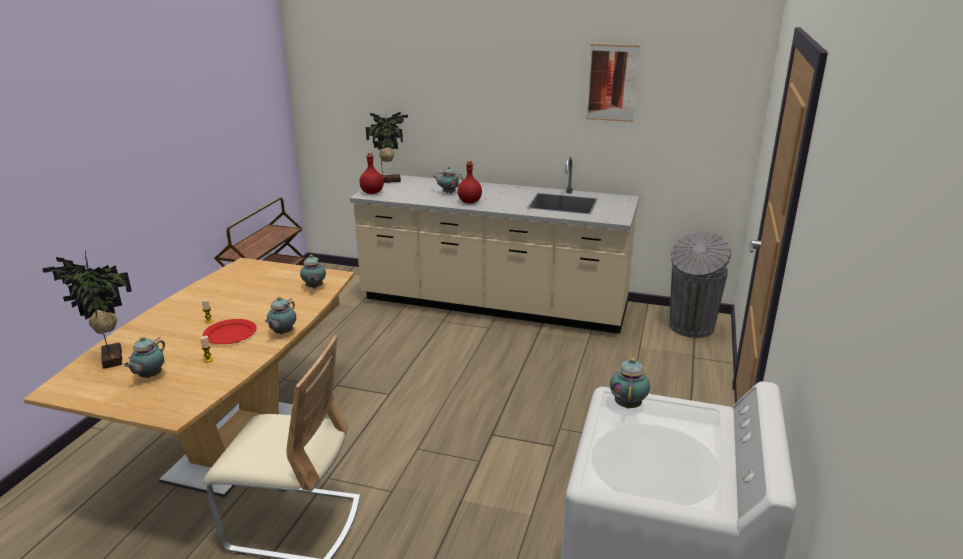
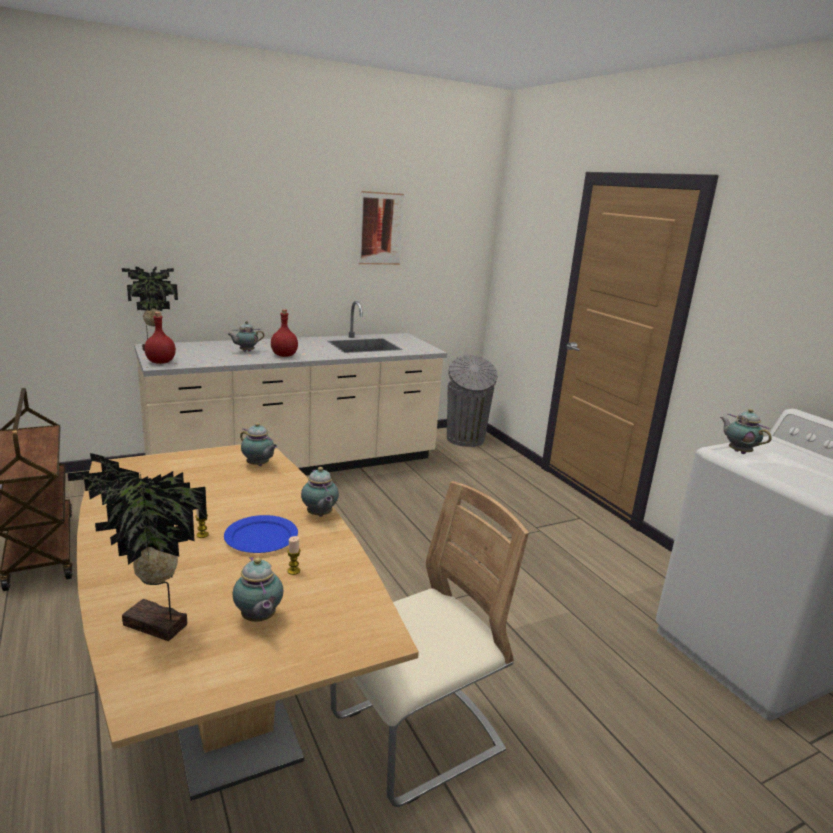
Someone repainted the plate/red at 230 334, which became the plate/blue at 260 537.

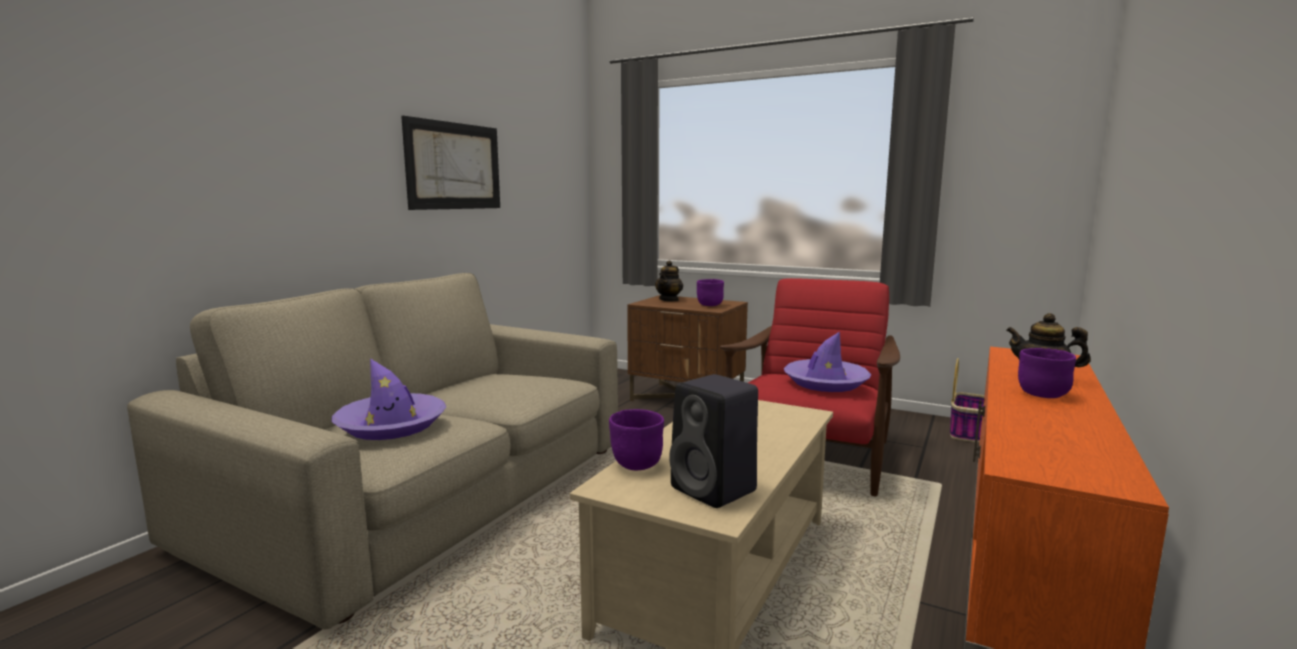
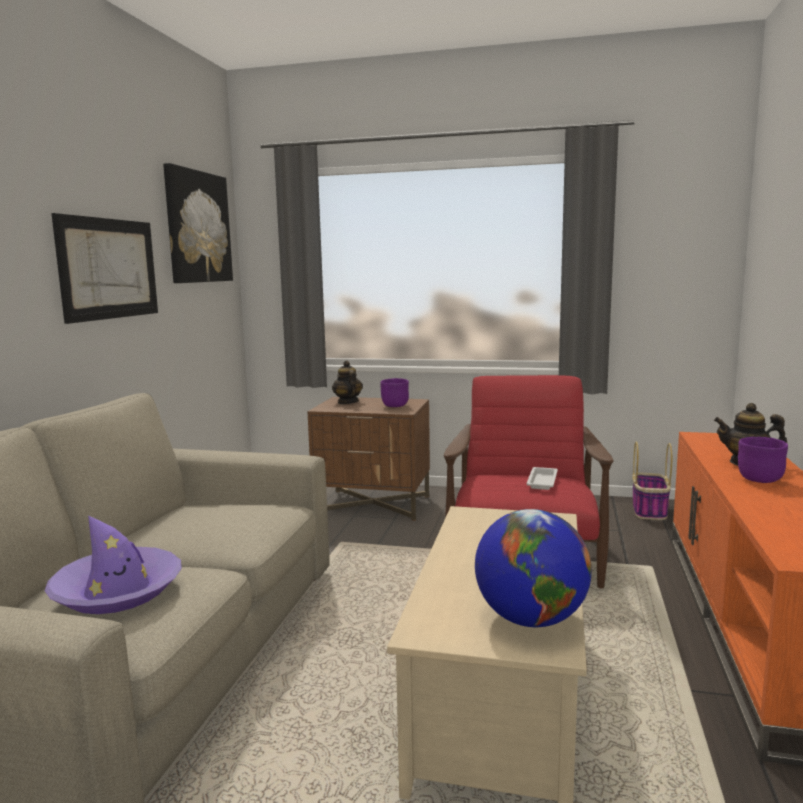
Someone took away the bowl/purple at 636 465.
Someone rotated the teapot at 669 300 by 150 degrees clockwise.
Someone swapped the speaker/black at 716 490 for the globe at 531 619.
Someone swapped the hat/purple at 825 383 for the tray/white at 542 481.
Someone put up the picture at 197 227.

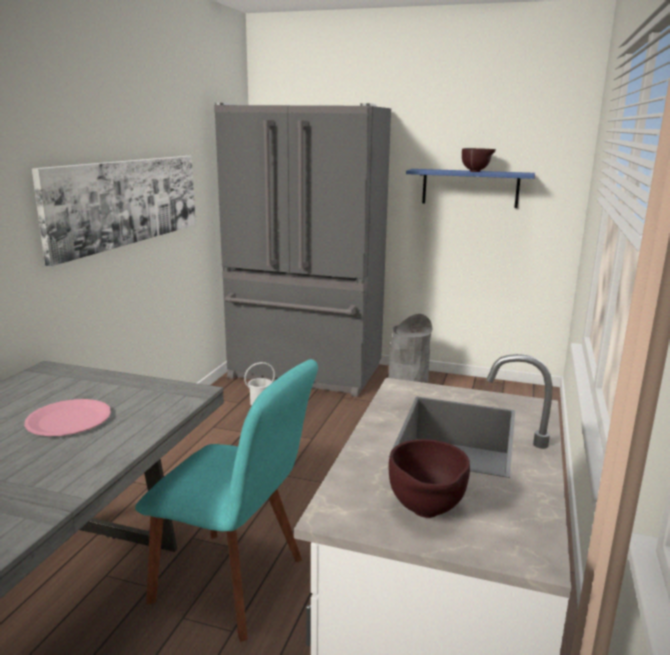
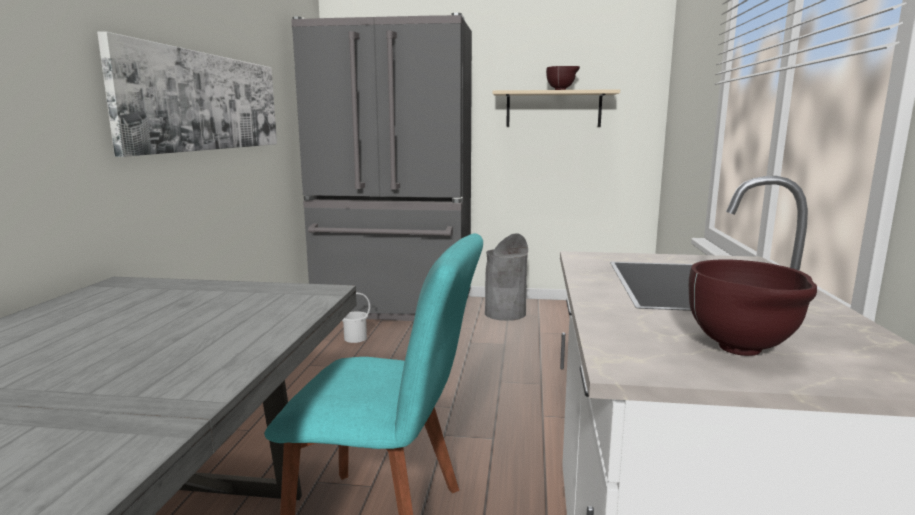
Someone took away the plate/pink at 69 420.
Someone repainted the shelf/blue at 470 188, which became the shelf/beige at 553 109.

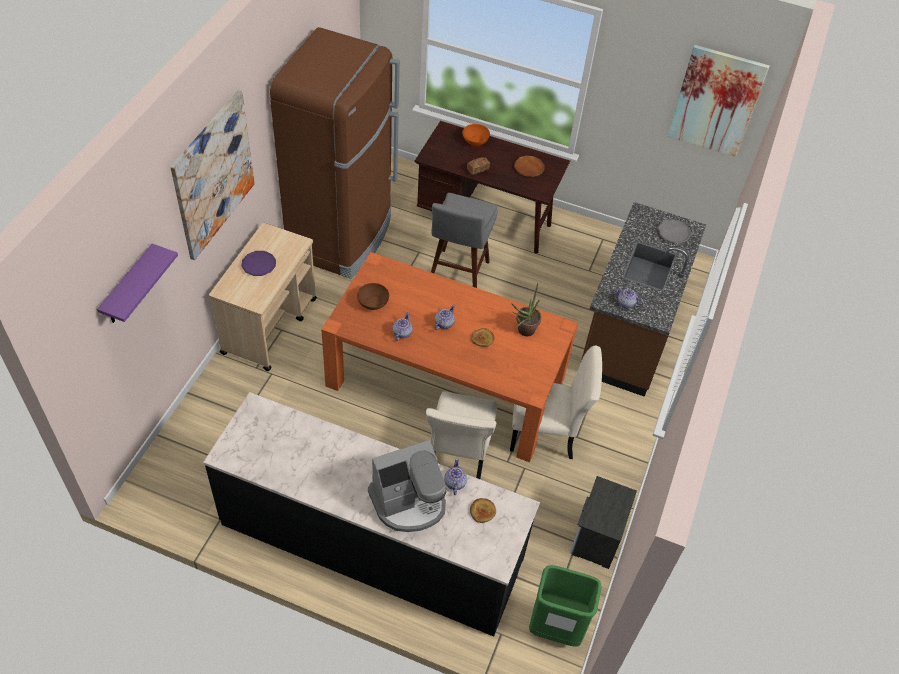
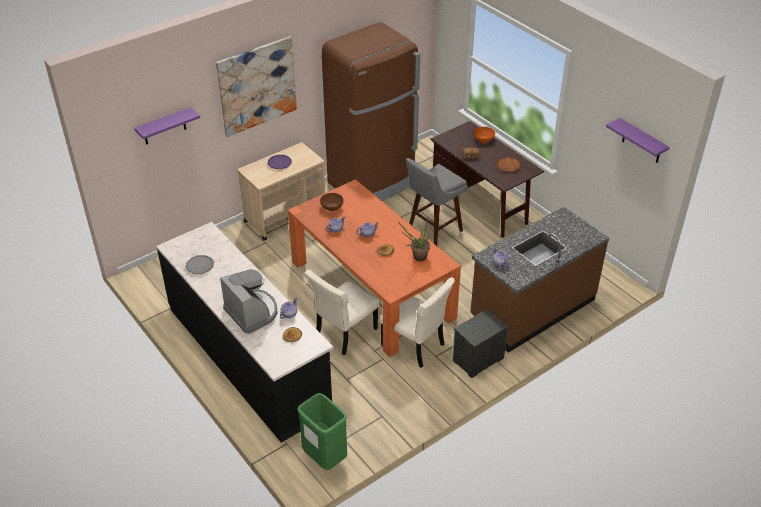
Someone rotated the coffee machine at 409 502 by 135 degrees counterclockwise.
Someone carried the nightstand from 596 538 to 477 359.
Someone carried the plate/grey from 673 233 to 200 266.
Someone swapped the picture at 716 101 for the shelf/purple at 642 141.

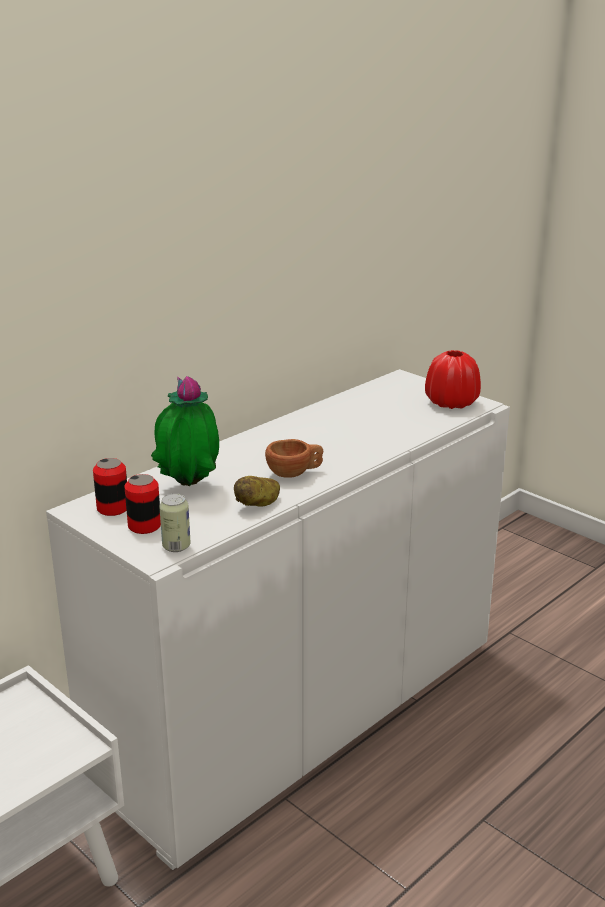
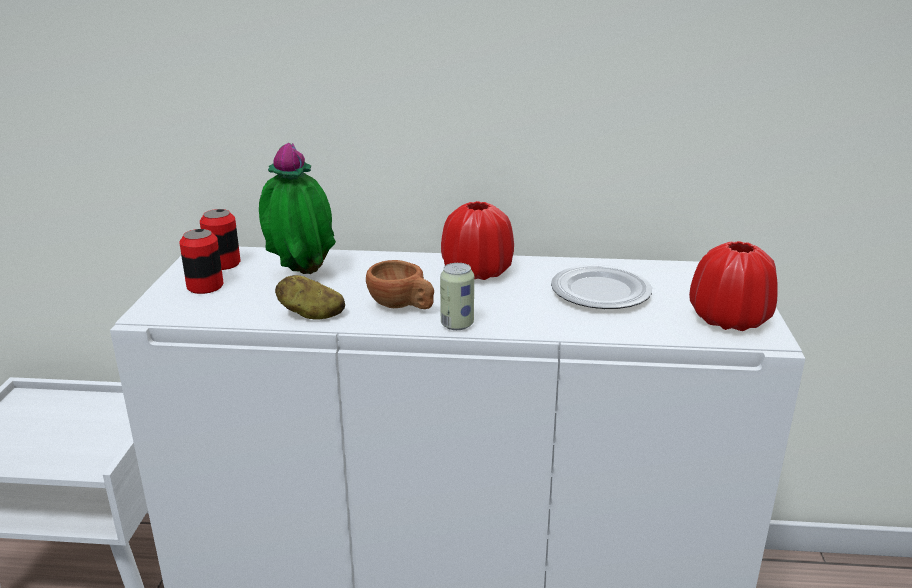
Someone carried the can from 176 546 to 457 324.
Someone put down the vase/red at 477 272.
Someone put down the plate at 599 292.

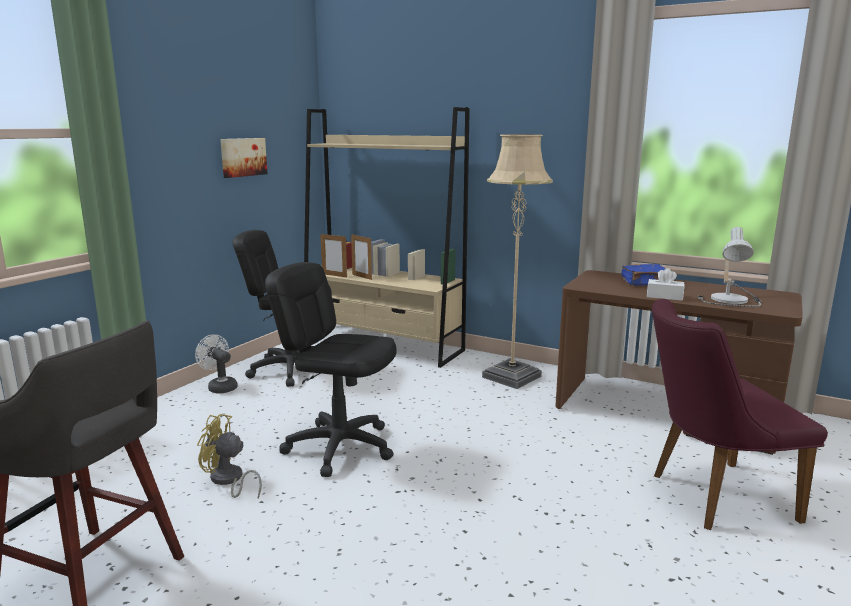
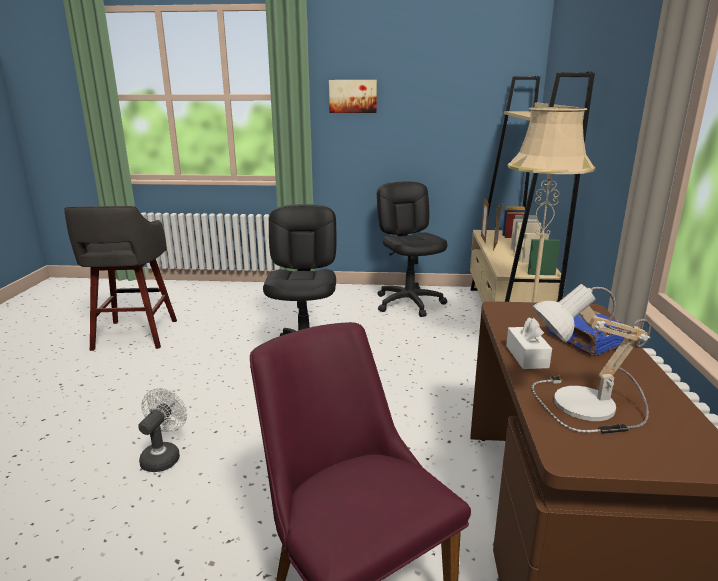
Someone carried the fan/white from 219 387 to 163 456.
Someone took away the fan/yellow at 228 481.
Someone carried the picture from 242 157 to 353 96.

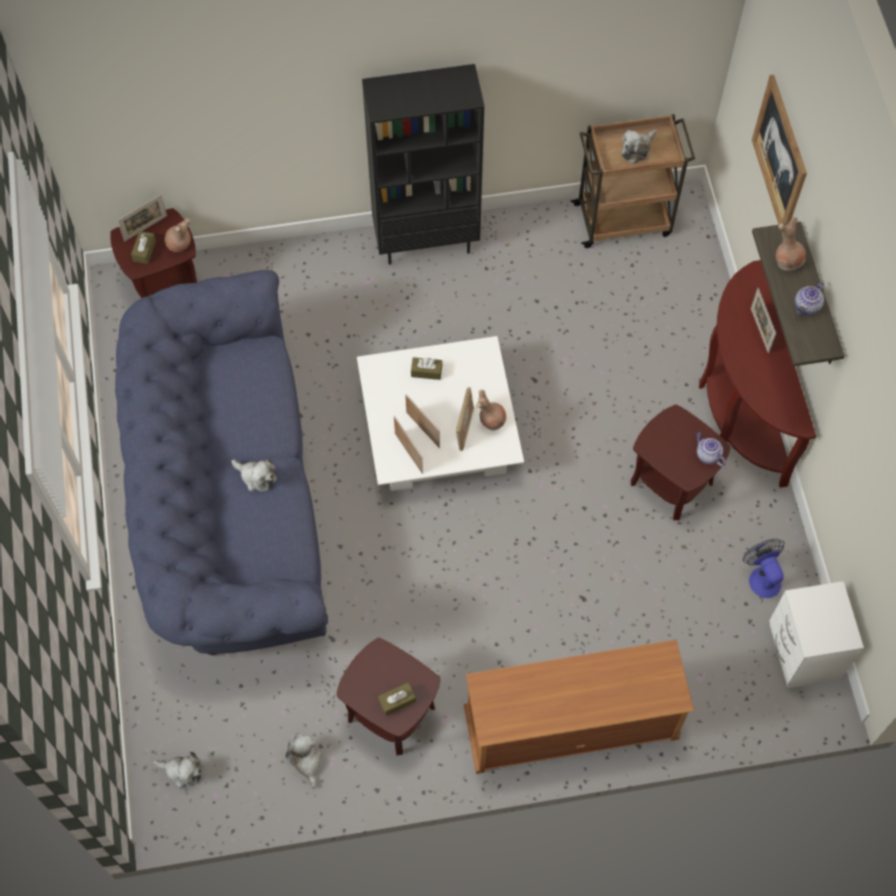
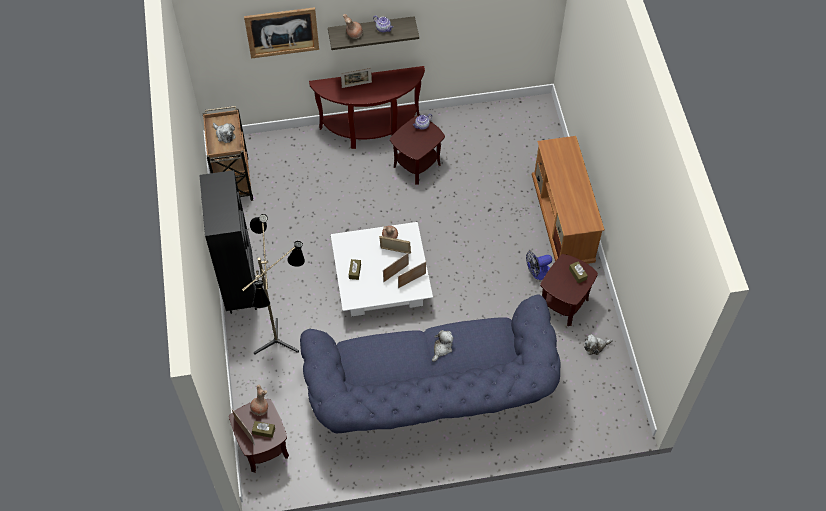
Someone took away the plush toy at 182 771.
Someone carried the fan from 762 576 to 537 273.
Someone took away the nightstand/white at 803 653.
Someone put down the floor lamp at 282 340.

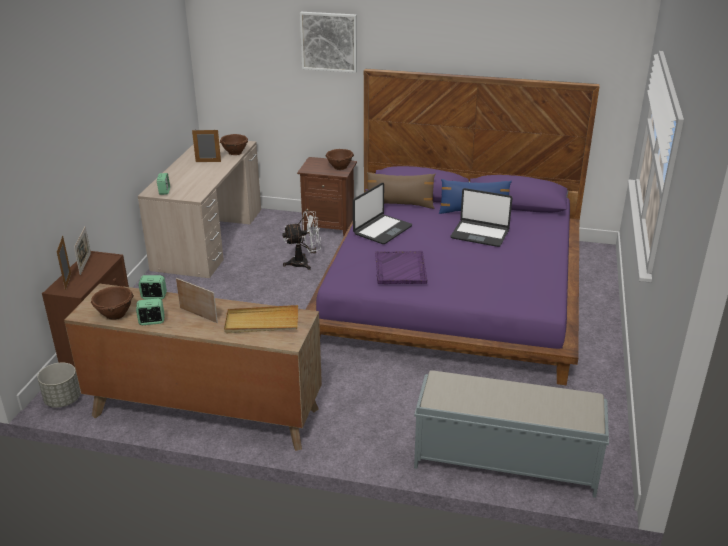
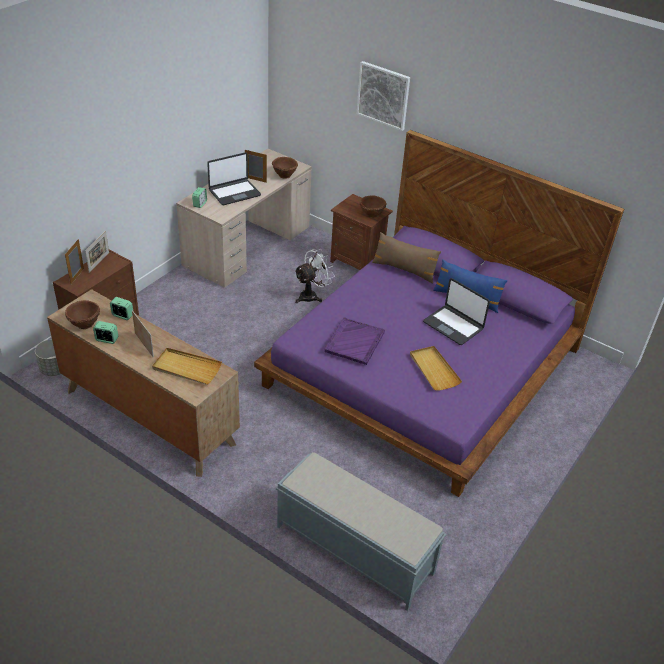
Someone rotated the fan/white at 304 263 by 45 degrees counterclockwise.
Someone carried the laptop from 382 230 to 234 193.
Someone put down the tray/beige at 433 369.

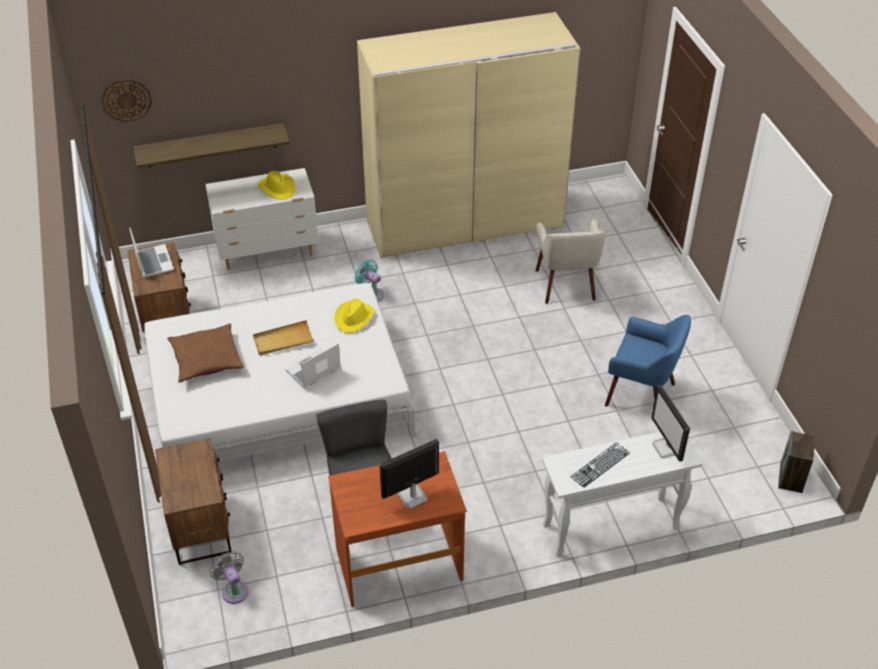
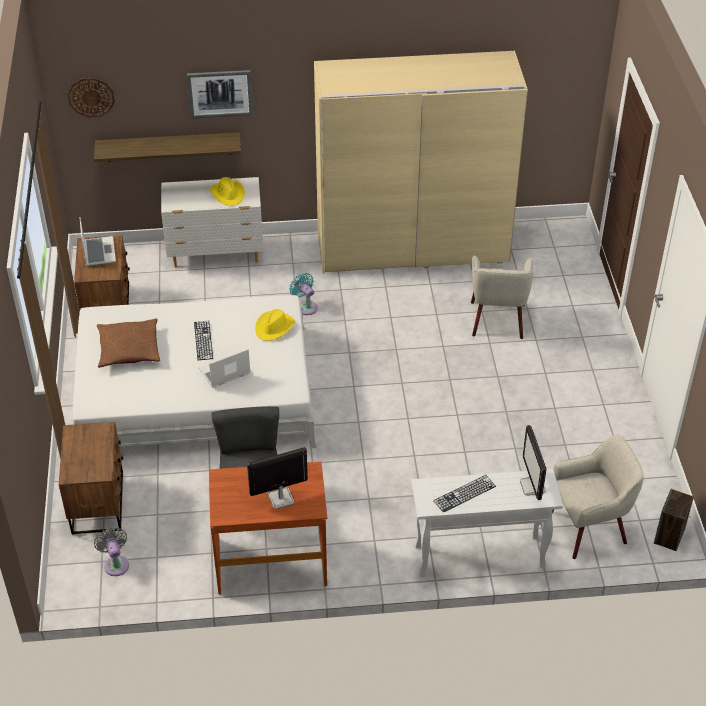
Someone swapped the tray/beige at 283 340 for the keyboard at 203 340.
Someone took away the armchair/blue at 641 394.
Someone put up the picture at 220 93.
Someone put down the armchair/beige at 589 528.

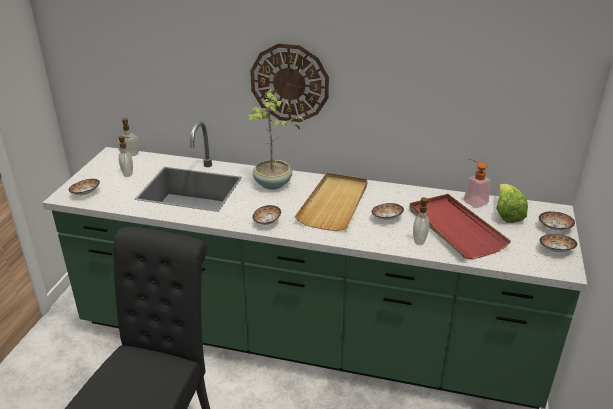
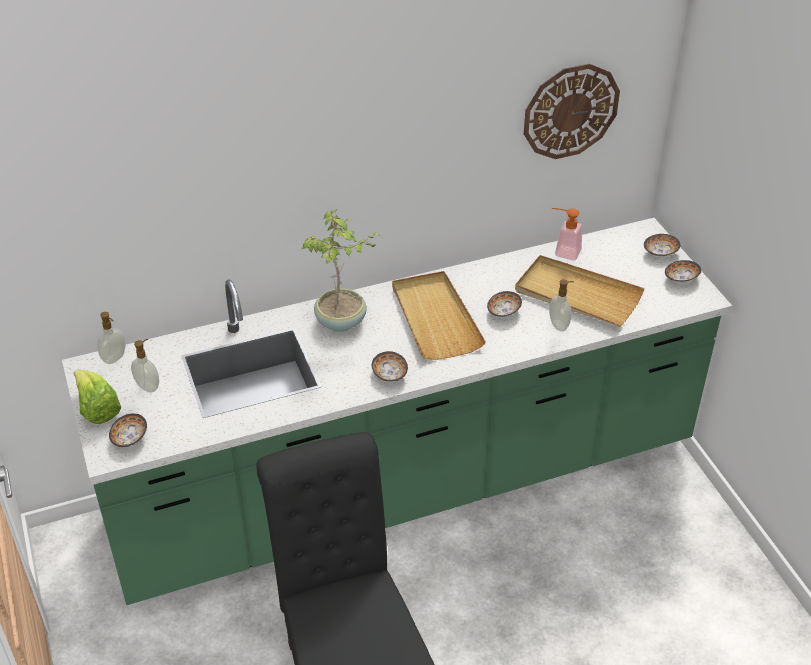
Someone carried the wall clock from 289 83 to 570 111.
Someone repainted the tray/red at 455 228, which became the tray/beige at 577 295.
Someone carried the lettuce from 507 214 to 97 409.

